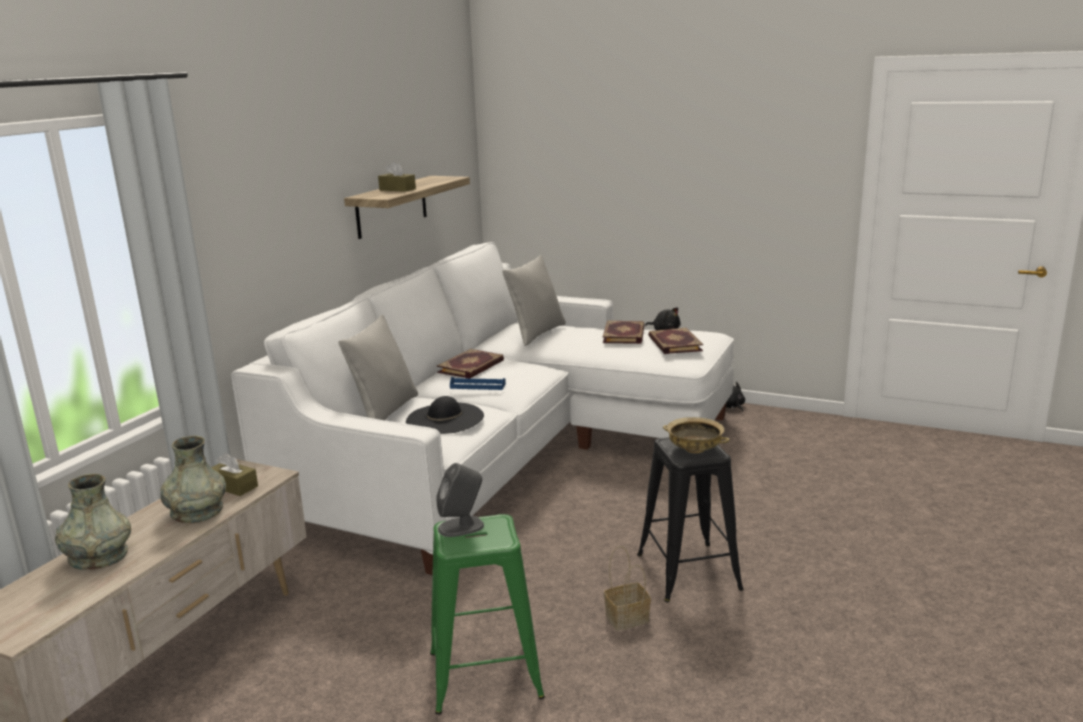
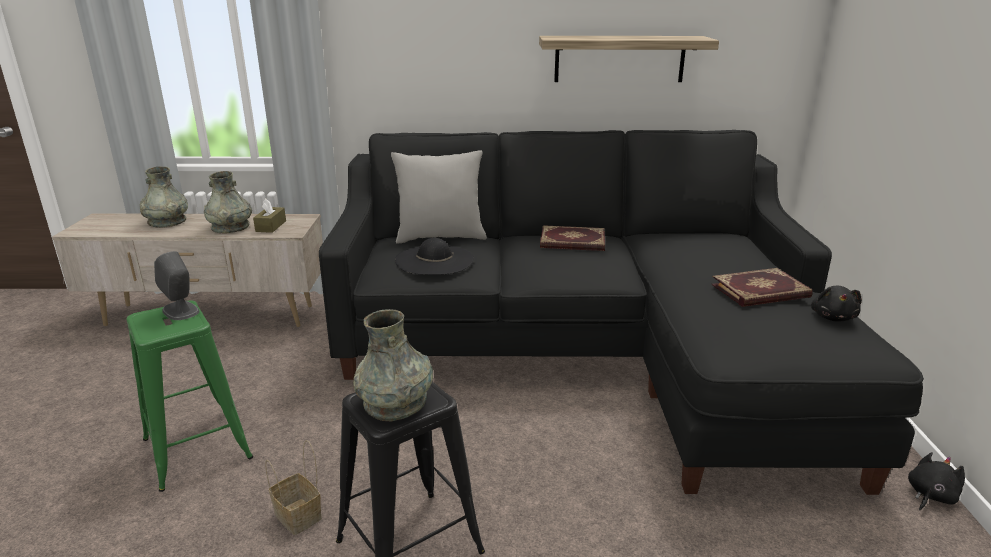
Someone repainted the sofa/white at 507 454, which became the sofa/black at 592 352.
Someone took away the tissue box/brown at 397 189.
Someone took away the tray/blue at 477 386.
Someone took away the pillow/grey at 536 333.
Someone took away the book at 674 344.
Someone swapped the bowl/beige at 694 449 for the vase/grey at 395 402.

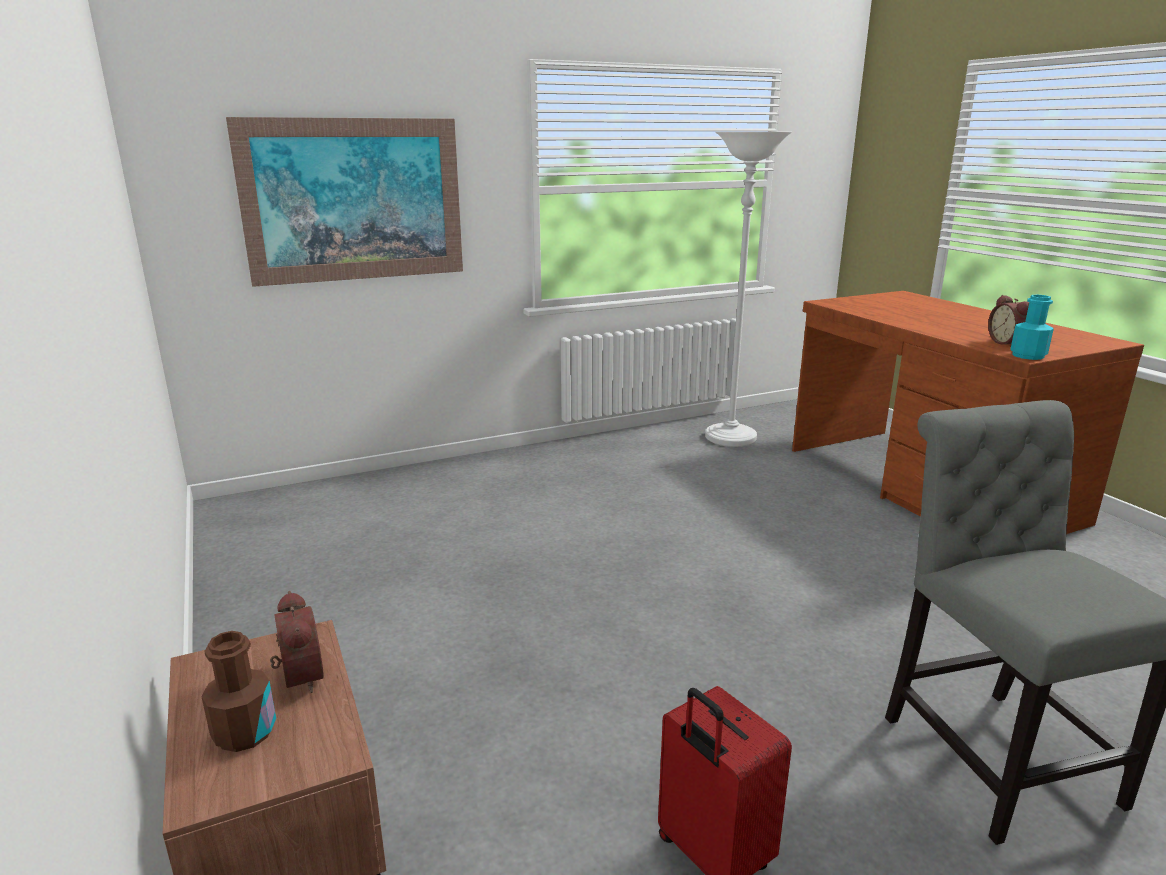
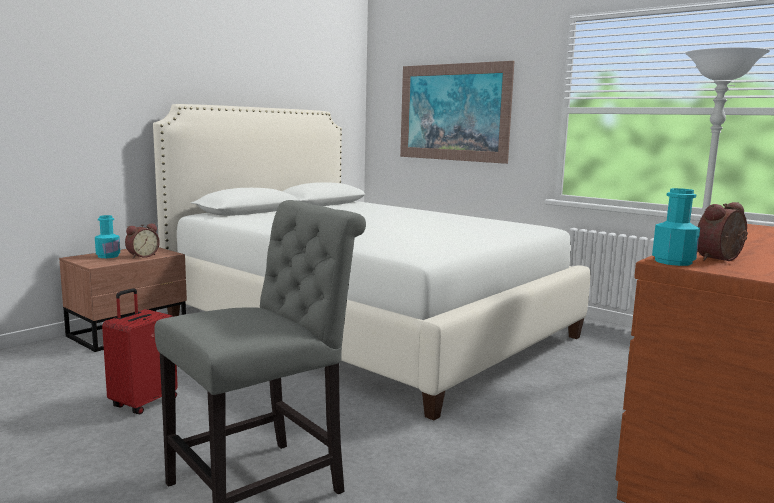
Someone repainted the bottle/brown at 244 732, which became the bottle/turquoise at 108 256.
Someone put down the bed/white at 366 325.

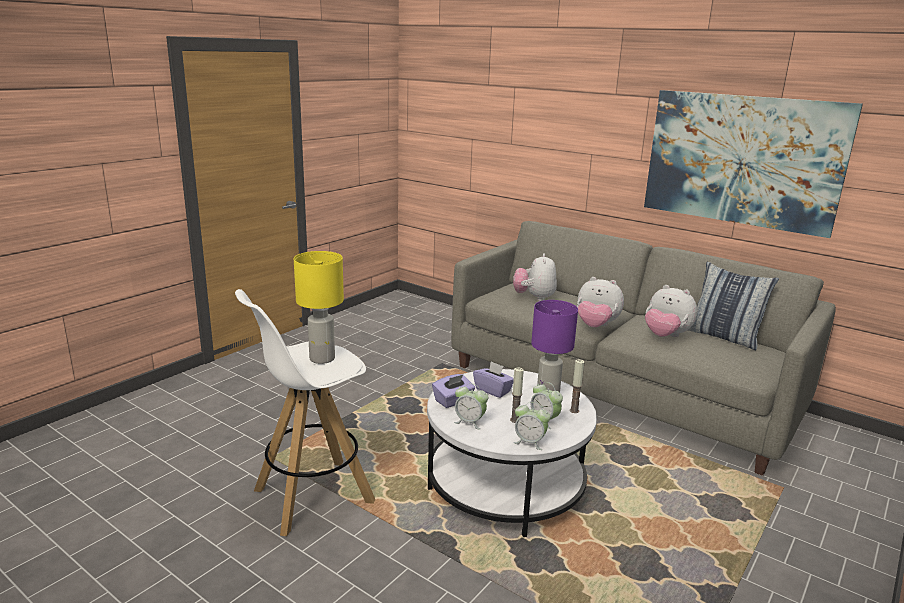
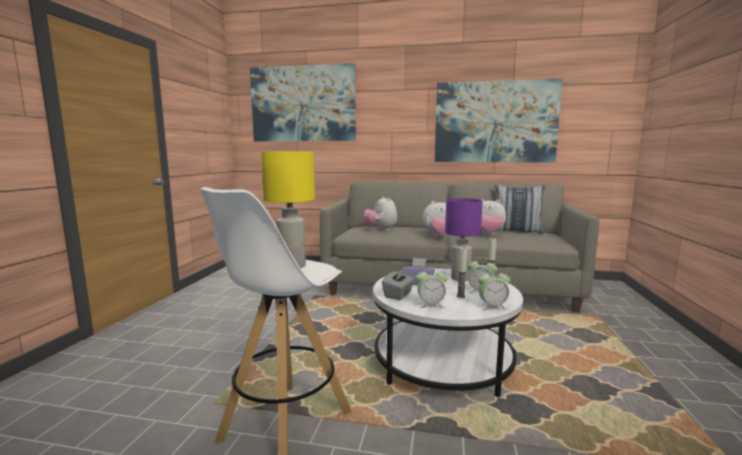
Someone repainted the tissue box/purple at 453 401, which became the tissue box/grey at 398 294.
Someone put up the picture at 303 104.

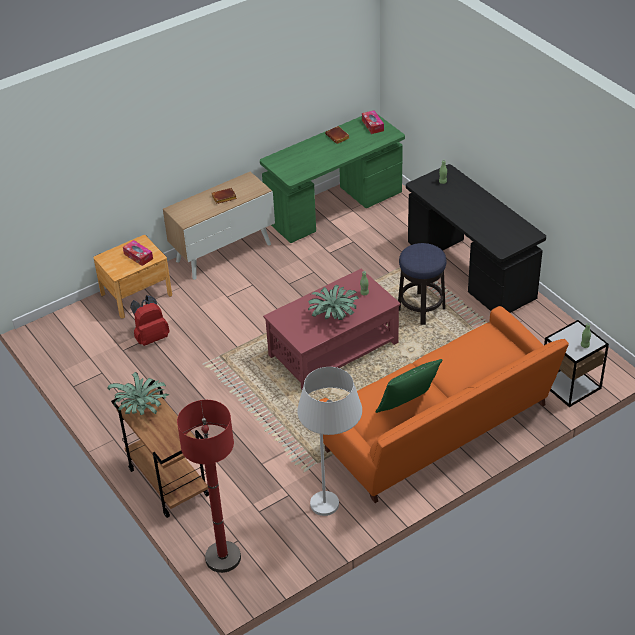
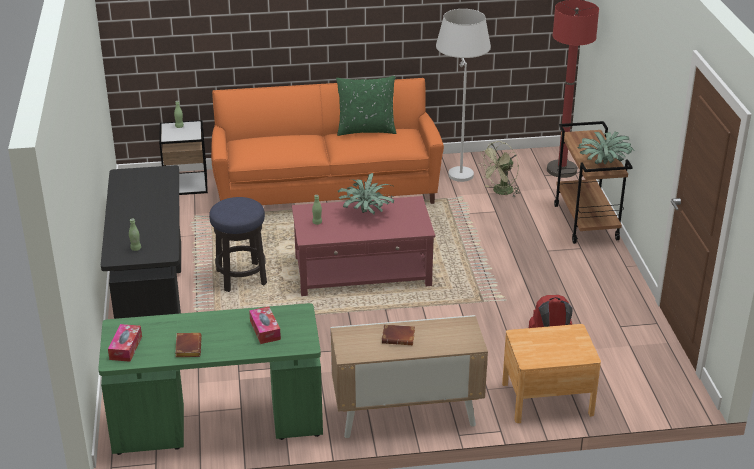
Someone carried the tissue box from 138 256 to 265 330.
Someone put down the fan/green at 500 192.

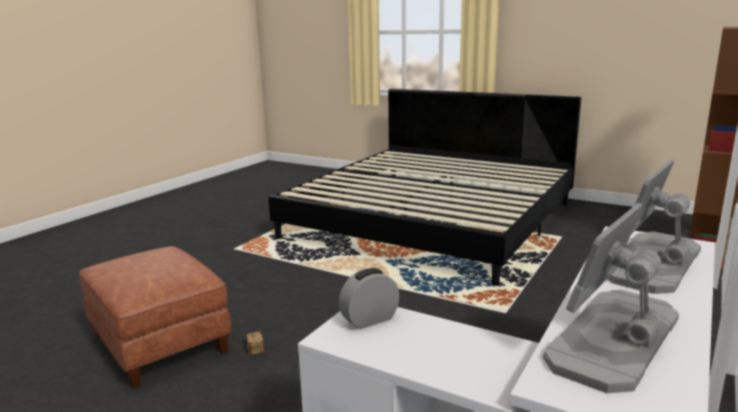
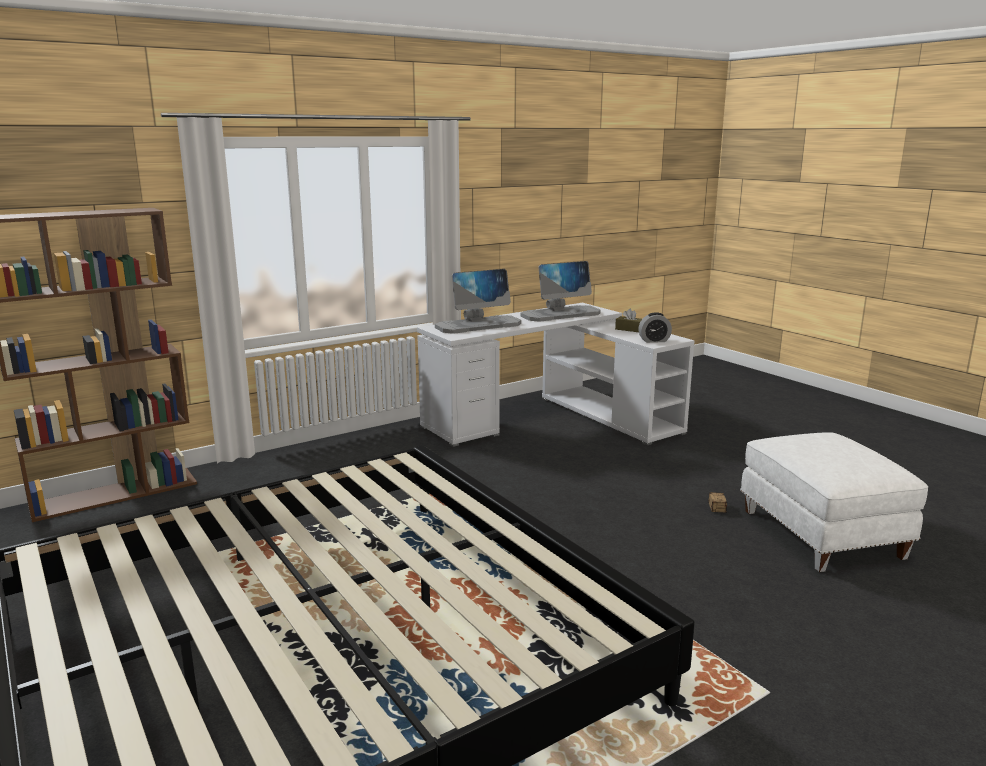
Someone repainted the ottoman/brown at 161 343, which became the ottoman/white at 819 533.
Someone put down the tissue box/brown at 629 329.

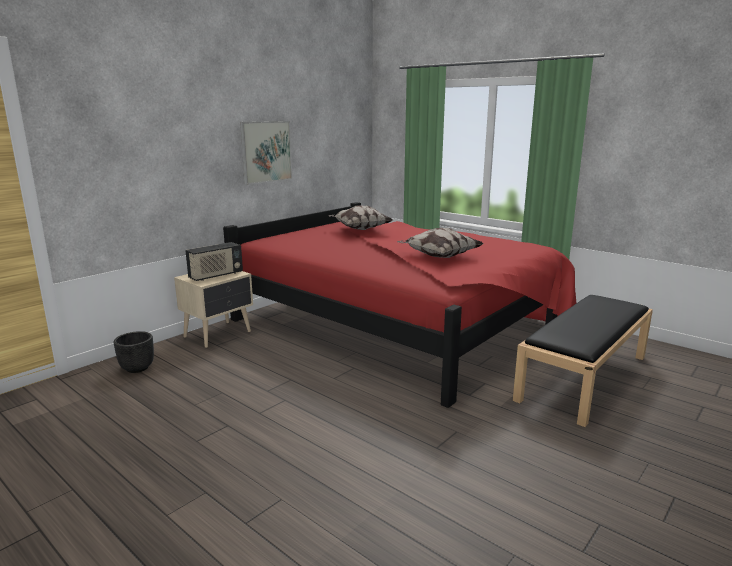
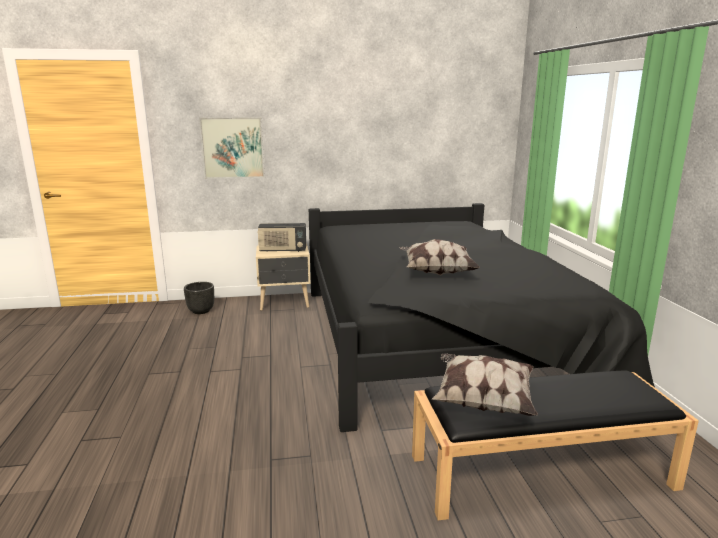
Someone repainted the bed/red at 401 324, which became the bed/black at 440 341.
Someone carried the picture from 266 152 to 232 148.
Someone carried the pillow from 359 229 to 483 401.

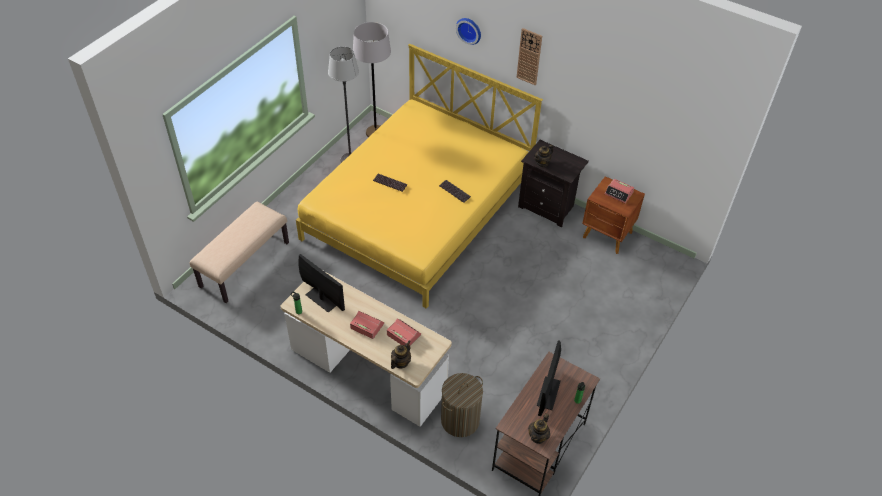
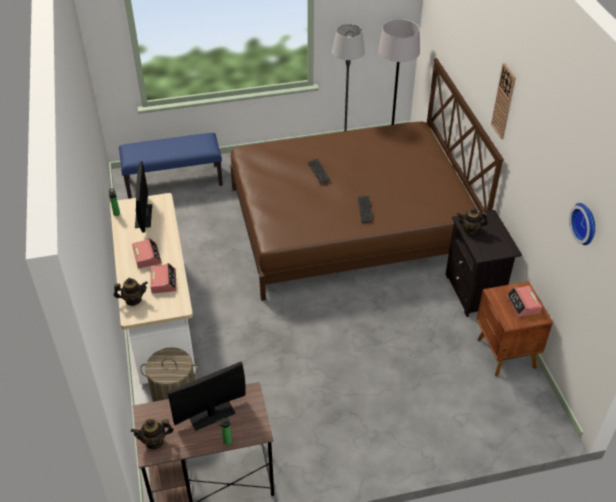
Someone repainted the bench/beige at 244 264, which became the bench/blue at 174 181.
Someone repainted the bed/yellow at 417 211, which became the bed/brown at 350 223.
Someone carried the wall clock from 469 30 to 586 223.

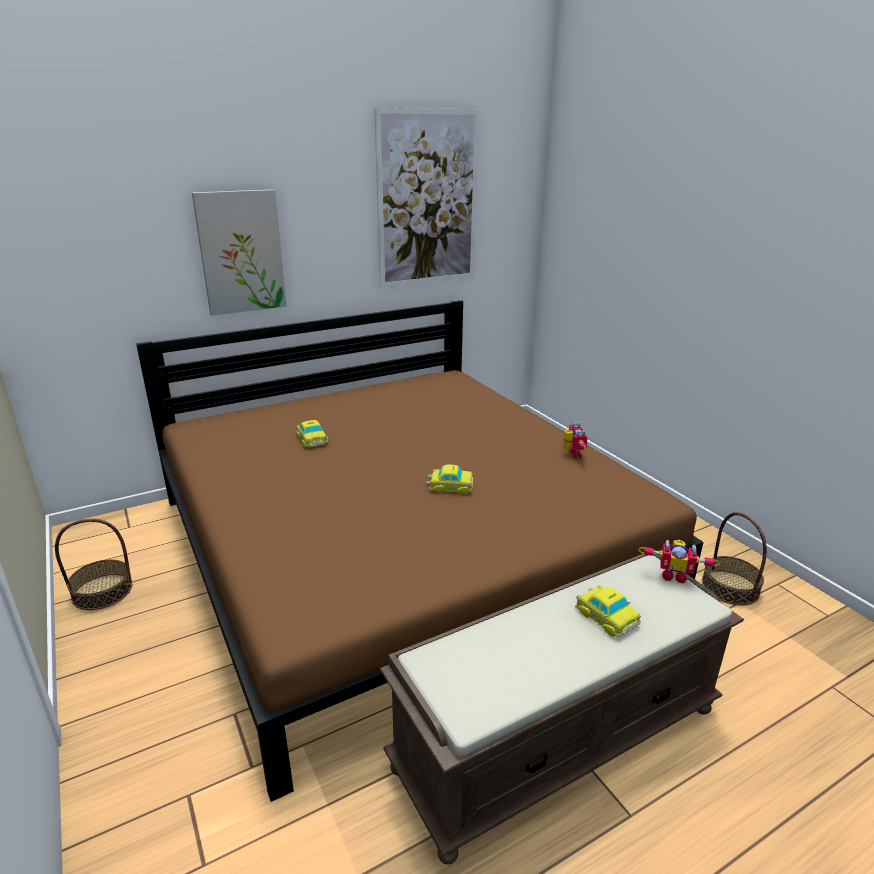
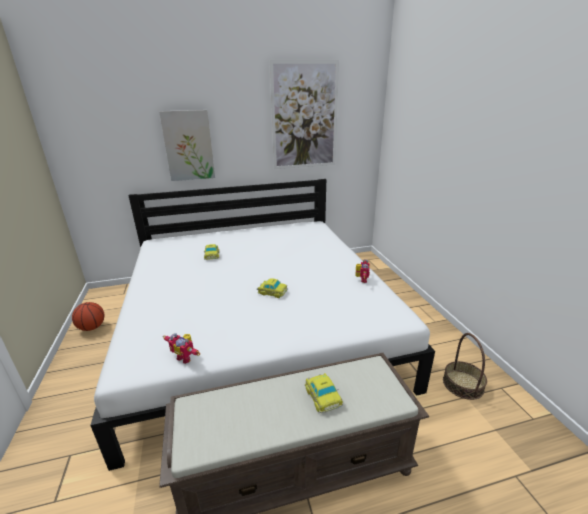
Someone swapped the basket at 102 592 for the basketball at 92 327.
Someone repainted the bed/brown at 399 548, which became the bed/white at 256 325.
Someone carried the toy robot from 673 575 to 186 357.

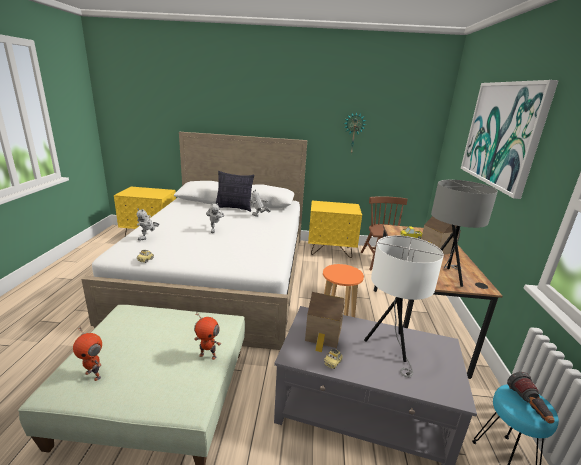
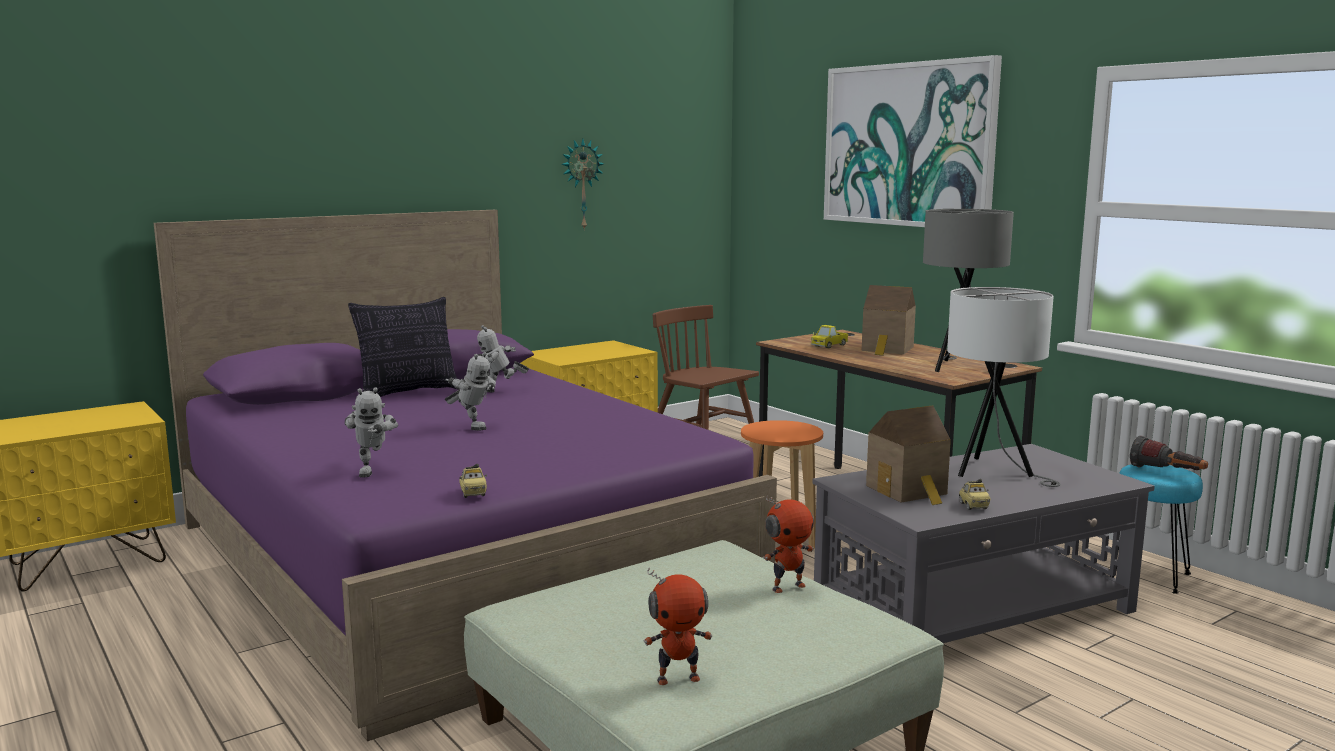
Someone repainted the bed/white at 222 275, which became the bed/purple at 454 560.

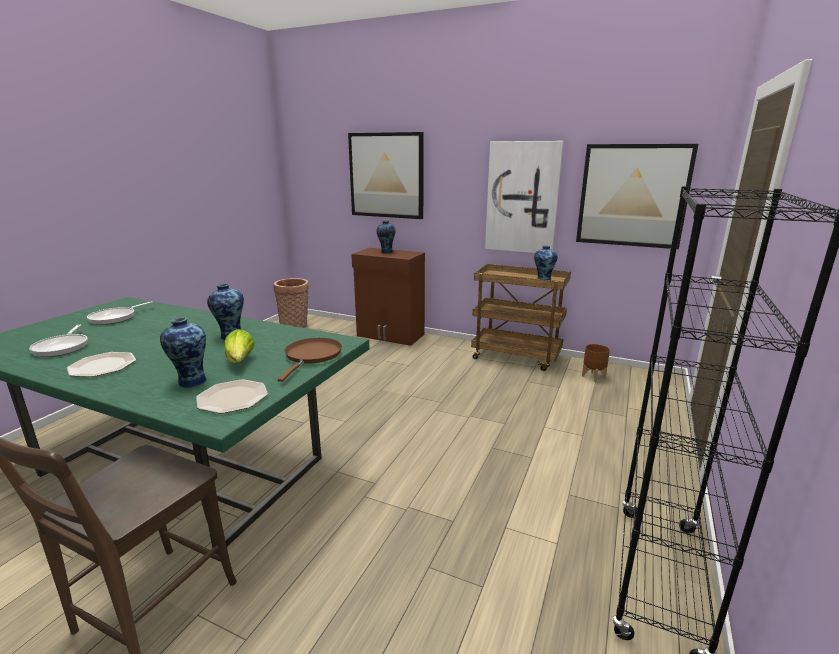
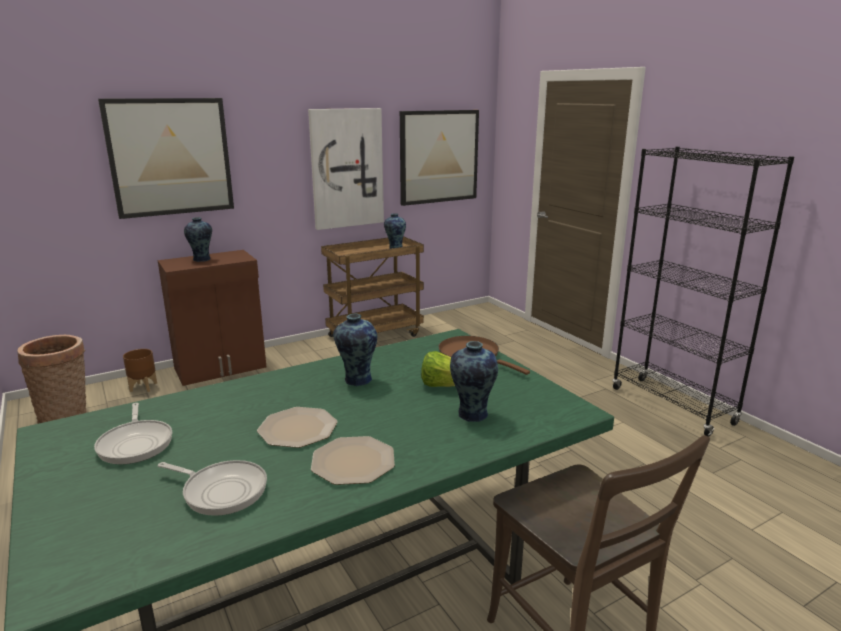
Someone carried the plate from 232 397 to 297 429.
Someone carried the planter/brown from 593 377 to 144 387.

